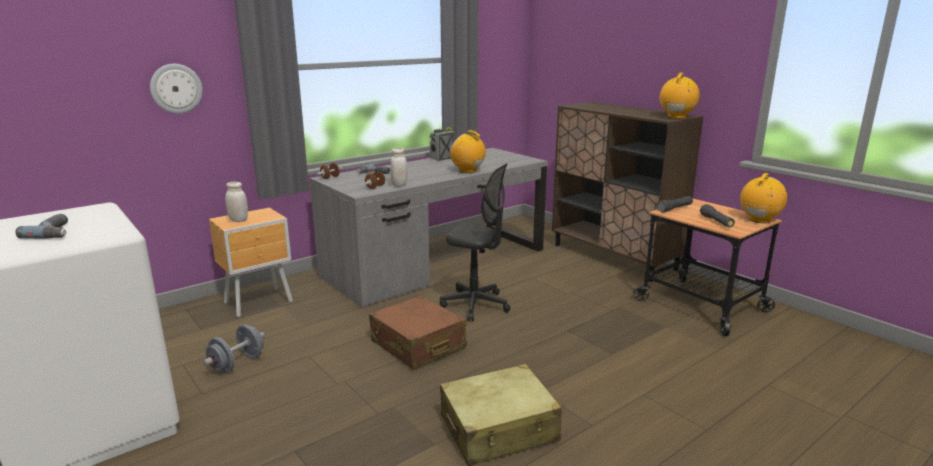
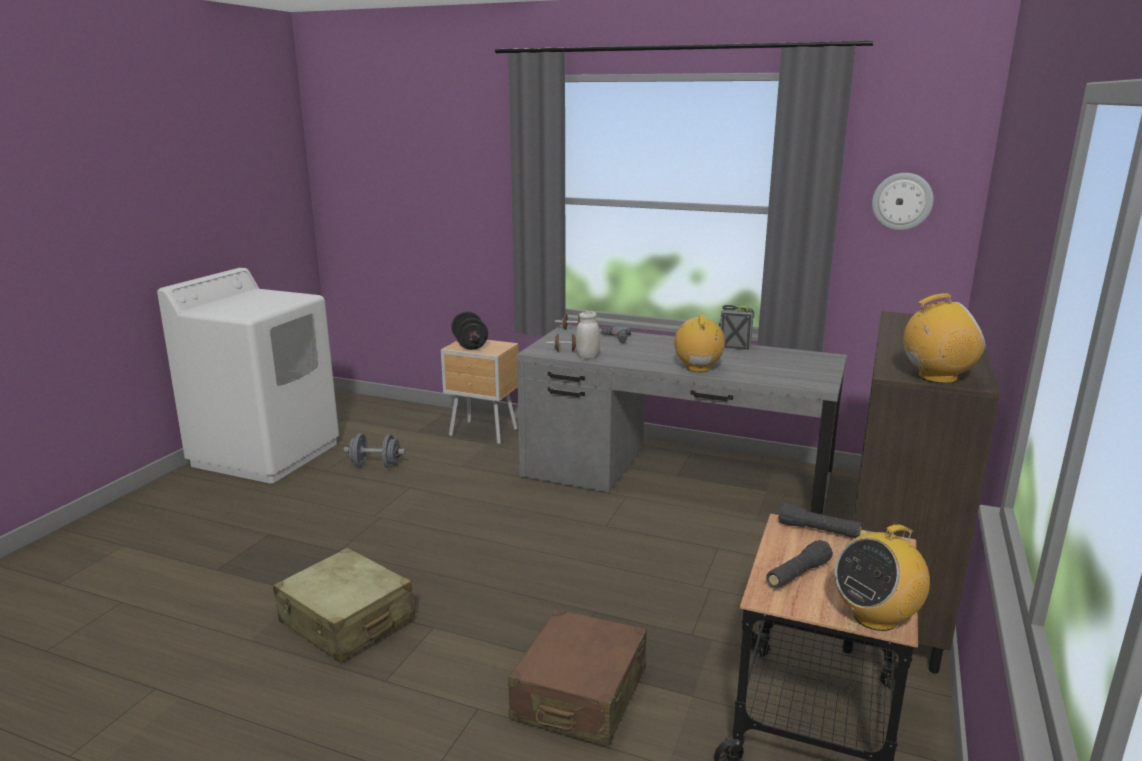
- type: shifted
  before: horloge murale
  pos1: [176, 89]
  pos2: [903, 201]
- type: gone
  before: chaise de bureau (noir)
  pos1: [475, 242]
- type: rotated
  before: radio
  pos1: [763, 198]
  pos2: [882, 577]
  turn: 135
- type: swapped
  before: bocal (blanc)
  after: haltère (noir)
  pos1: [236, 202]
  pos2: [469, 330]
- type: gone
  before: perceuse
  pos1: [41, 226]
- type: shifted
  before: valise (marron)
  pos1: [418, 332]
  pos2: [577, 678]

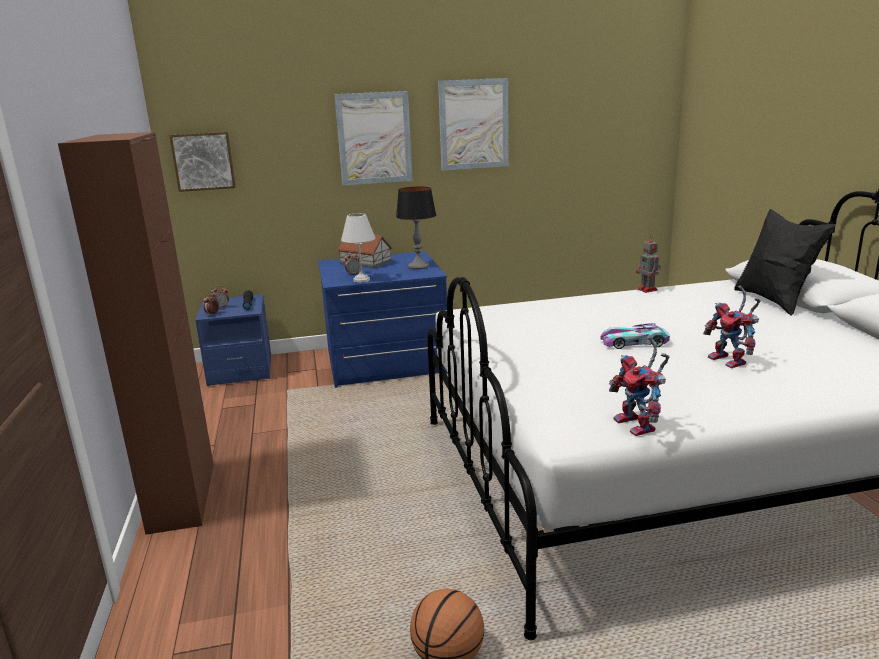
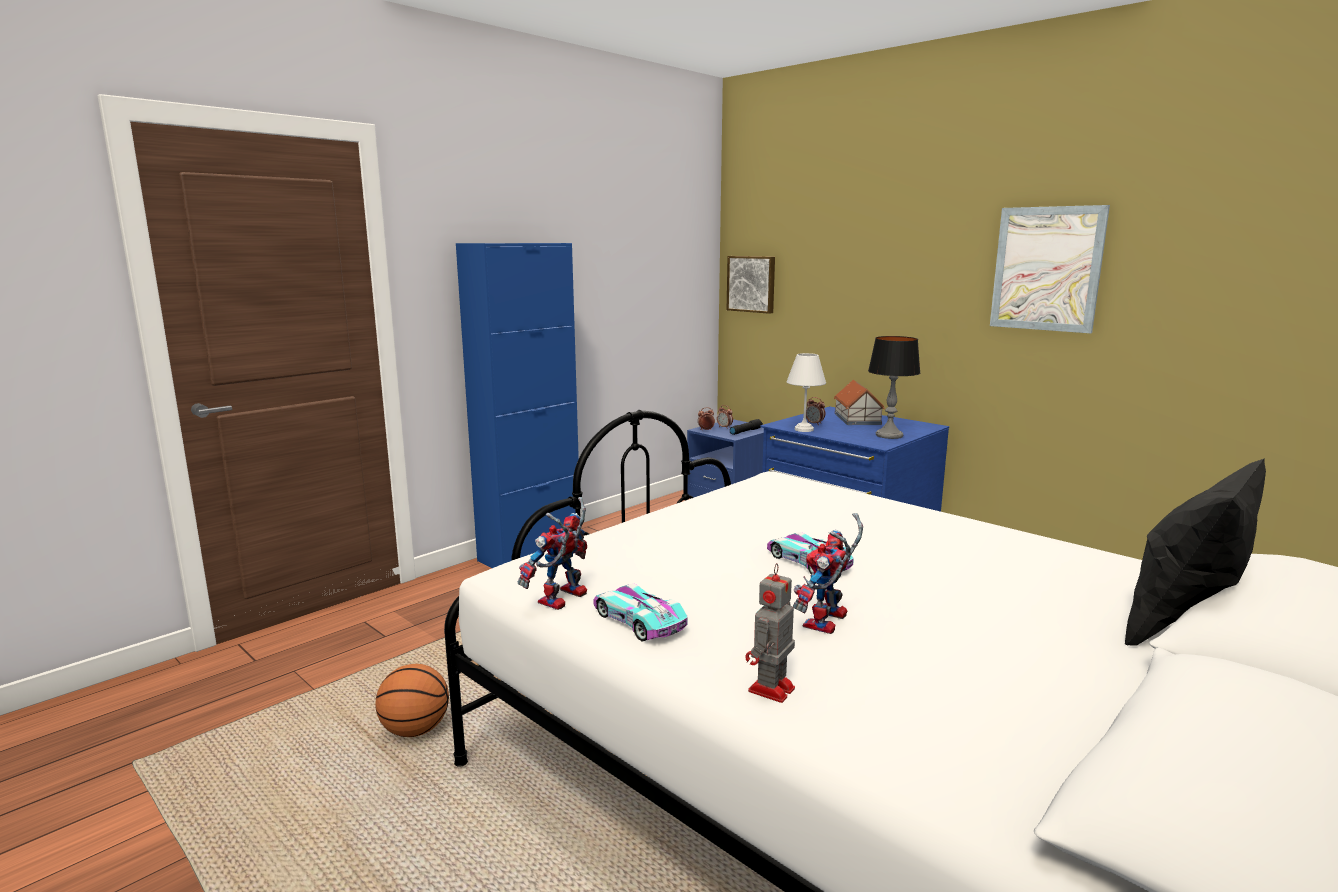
- type: gone
  before: tableau
  pos1: [373, 138]
- type: repainted
  before: meuble de rangement (marron)
  after: meuble de rangement (bleu)
  pos1: [136, 333]
  pos2: [517, 405]
- type: shifted
  before: robot jouet
  pos1: [648, 264]
  pos2: [770, 633]
- type: new
  after: petite voiture
  pos2: [640, 612]

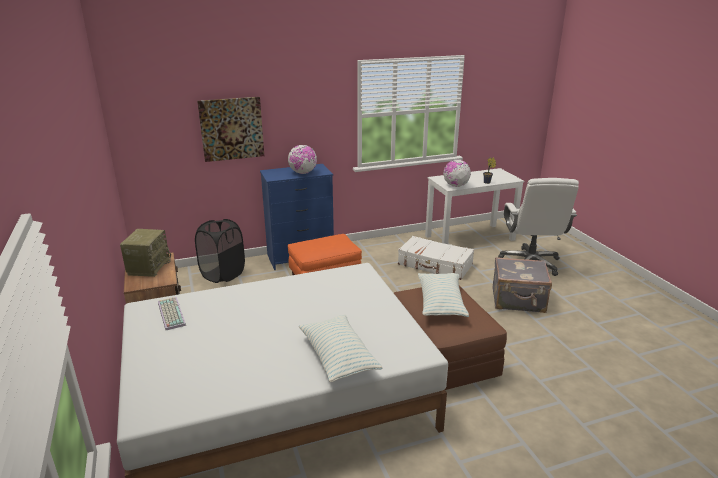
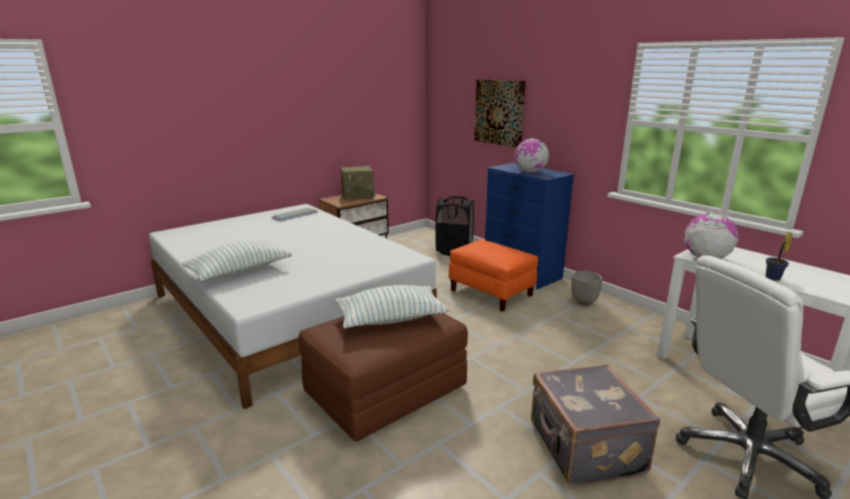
- type: gone
  before: valise (blanc)
  pos1: [436, 258]
- type: new
  after: cache-pot
  pos2: [586, 288]

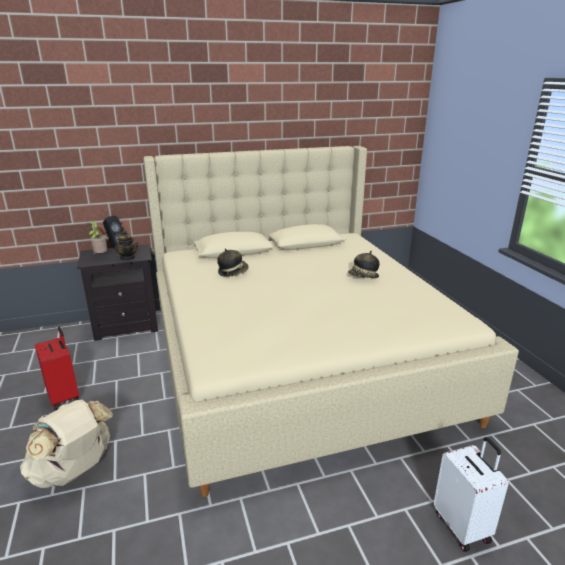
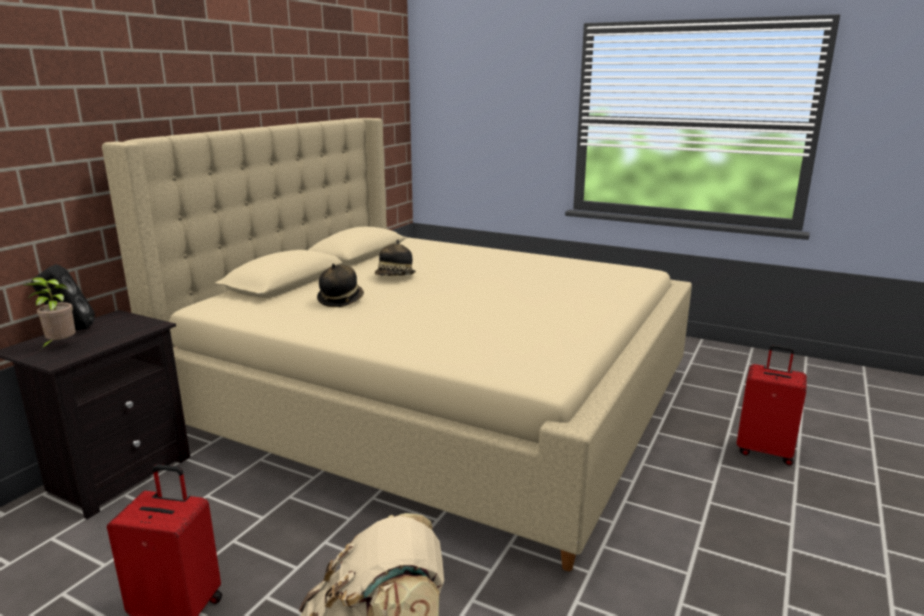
- type: gone
  before: théière
  pos1: [126, 245]
- type: shifted
  before: chapeau
  pos1: [363, 264]
  pos2: [395, 257]
- type: repainted
  before: valise (blanc)
  after: valise (rouge)
  pos1: [471, 494]
  pos2: [772, 405]

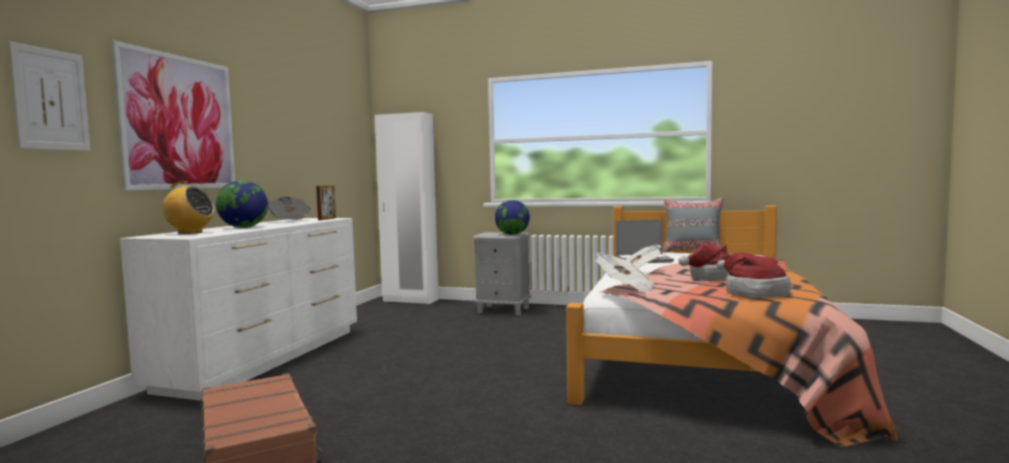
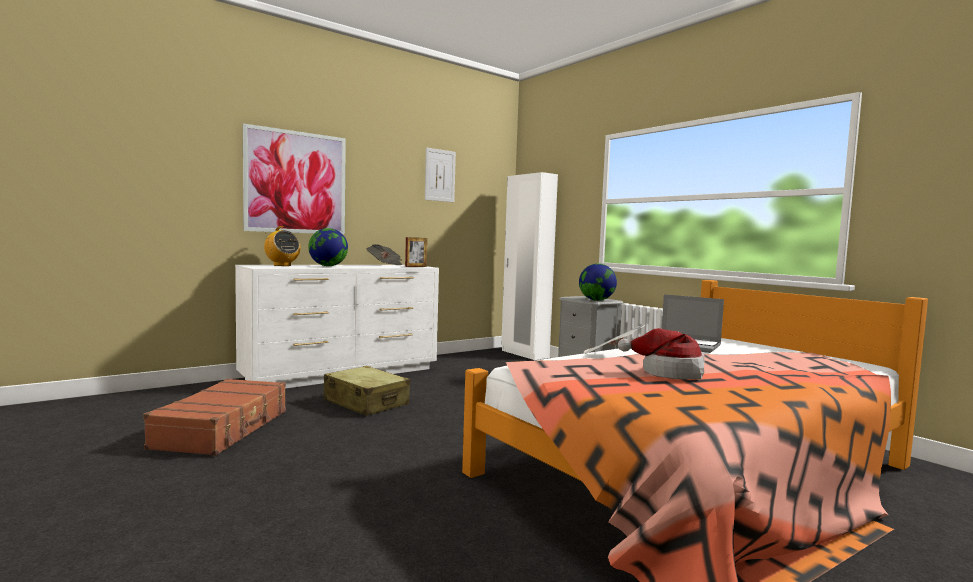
- type: shifted
  before: tableau
  pos1: [49, 96]
  pos2: [440, 174]
- type: gone
  before: coussin (gris)
  pos1: [693, 225]
- type: gone
  before: chapeau
  pos1: [753, 275]
- type: gone
  before: journal
  pos1: [625, 273]
- type: new
  after: valise (beige)
  pos2: [366, 391]

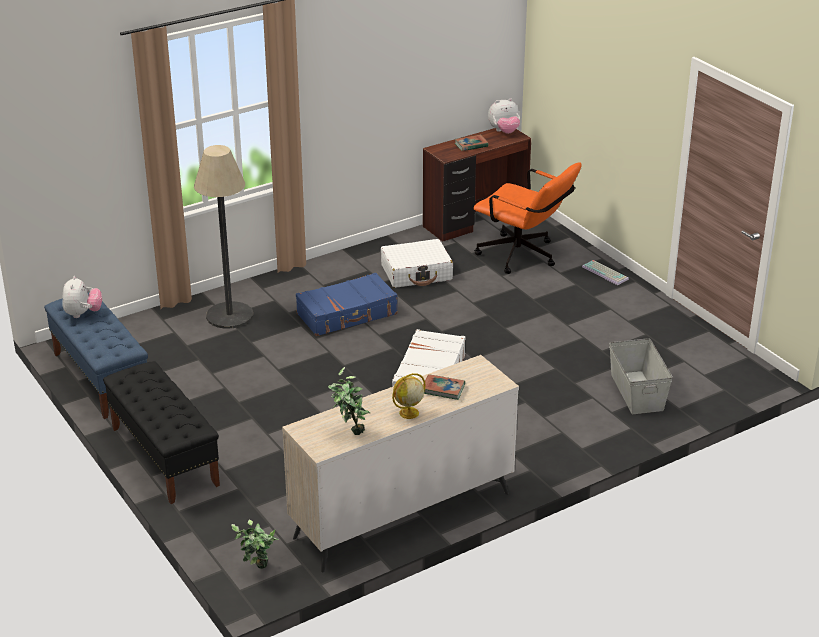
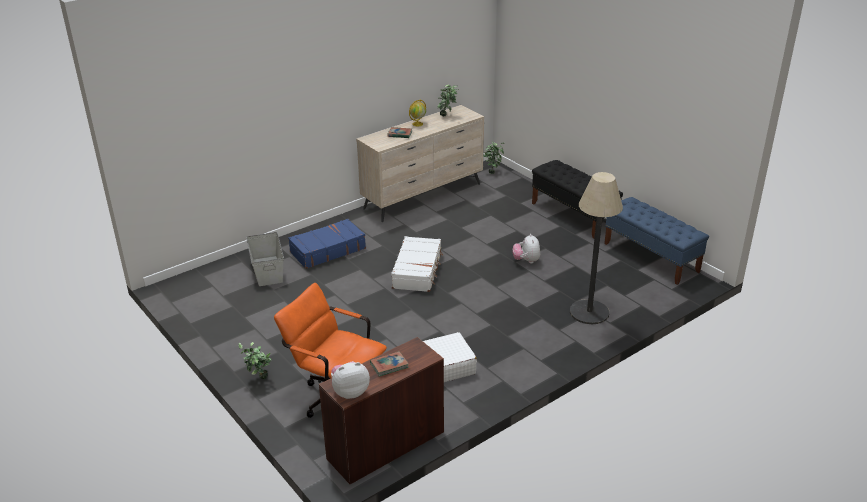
- type: swapped
  before: clavier
  after: plante en pot
  pos1: [605, 272]
  pos2: [255, 360]
- type: shifted
  before: valise (bleu)
  pos1: [347, 304]
  pos2: [327, 244]
- type: shifted
  before: peluche
  pos1: [82, 297]
  pos2: [526, 249]

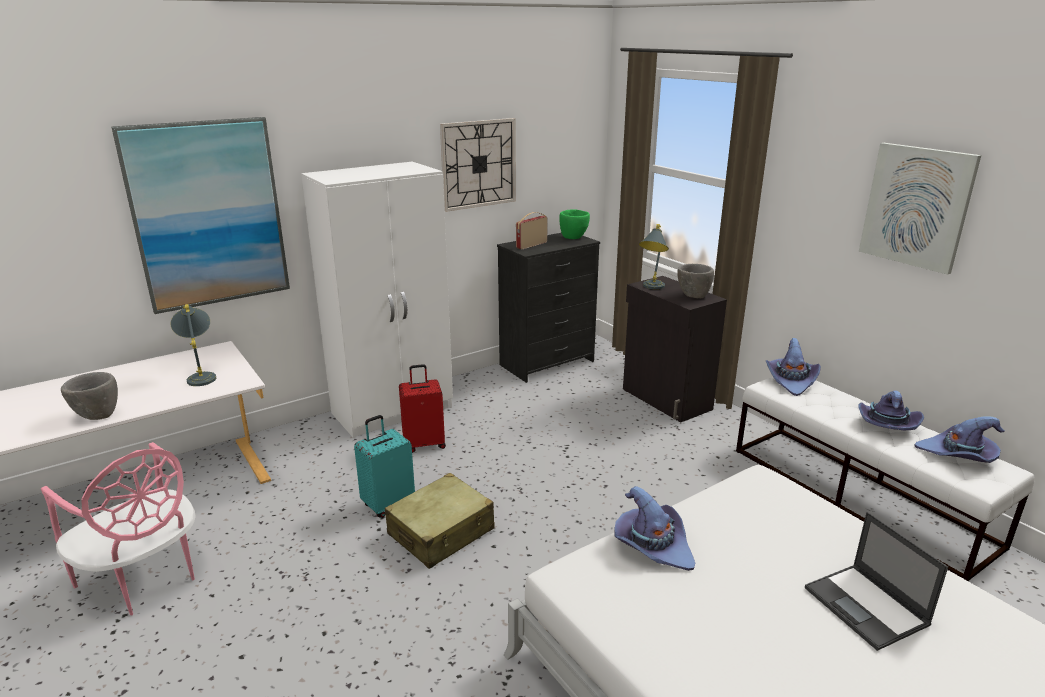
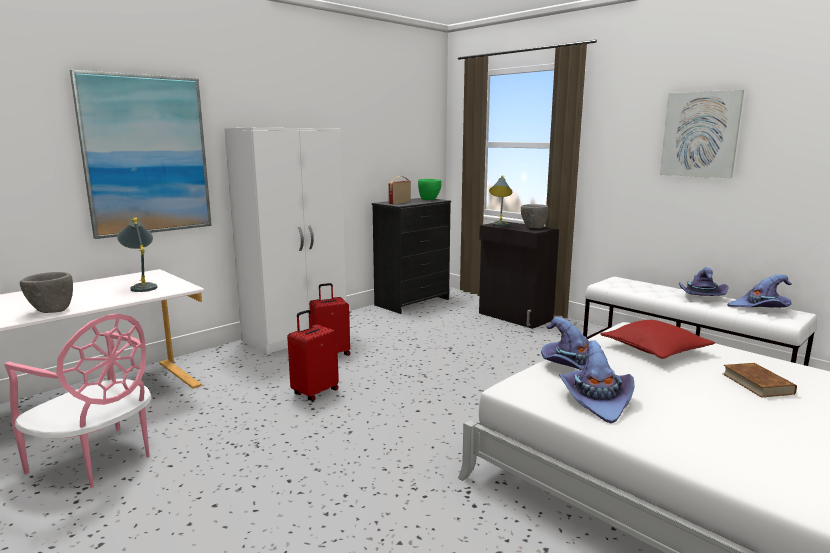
- type: gone
  before: horloge murale
  pos1: [478, 165]
- type: shifted
  before: chapeau (violet)
  pos1: [793, 367]
  pos2: [597, 382]
- type: repainted
  before: valise (turquoise)
  after: valise (rouge)
  pos1: [384, 466]
  pos2: [313, 355]
- type: gone
  before: valise (beige)
  pos1: [440, 521]
- type: swapped
  before: ordinateur portable
  after: livre (marron)
  pos1: [876, 581]
  pos2: [760, 380]
- type: new
  after: coussin (rouge)
  pos2: [657, 339]

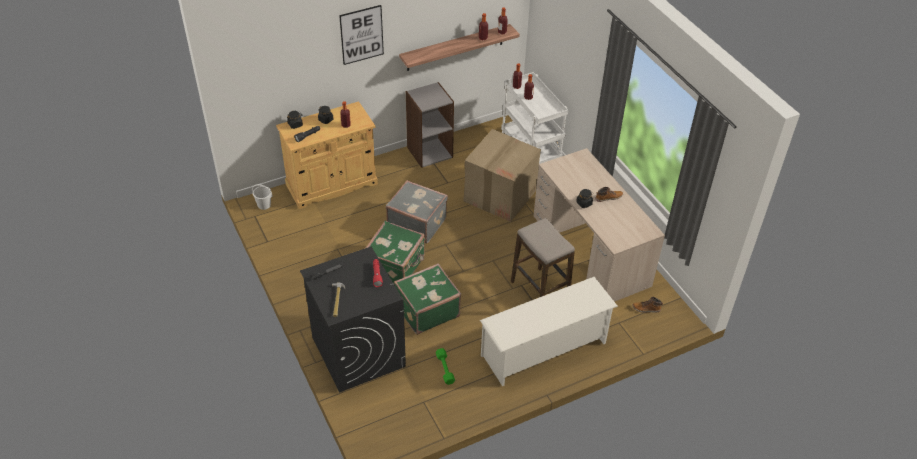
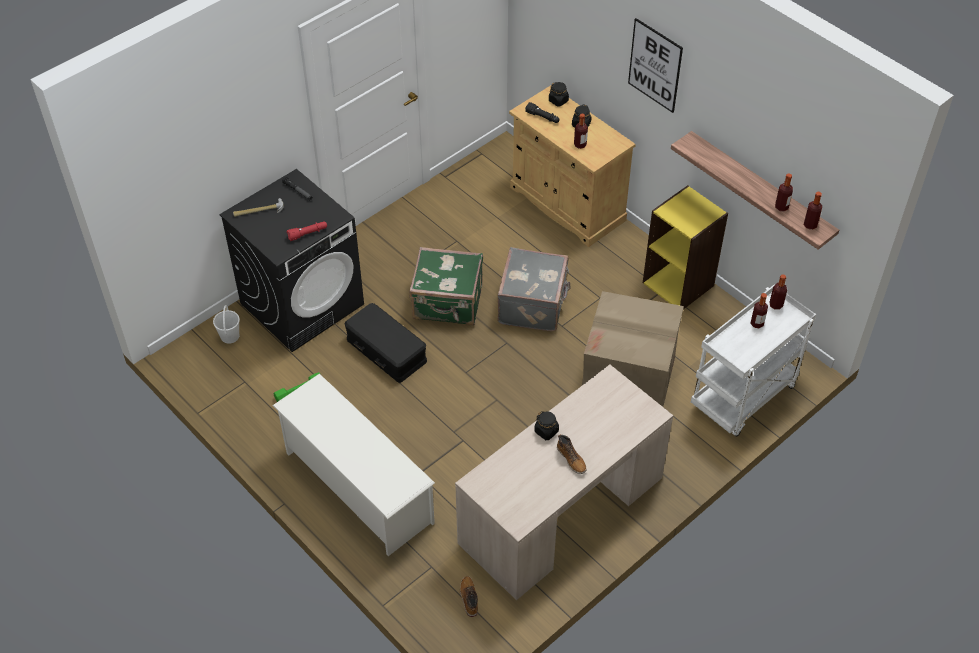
- type: repainted
  before: bibliothèque (gris)
  after: bibliothèque (jaune)
  pos1: [430, 125]
  pos2: [685, 247]
- type: shifted
  before: seau (blanc)
  pos1: [262, 197]
  pos2: [226, 324]
- type: gone
  before: tabouret
  pos1: [543, 257]
- type: swapped
  before: valise (vert)
  after: boîte de rangement (noir)
  pos1: [427, 299]
  pos2: [385, 343]

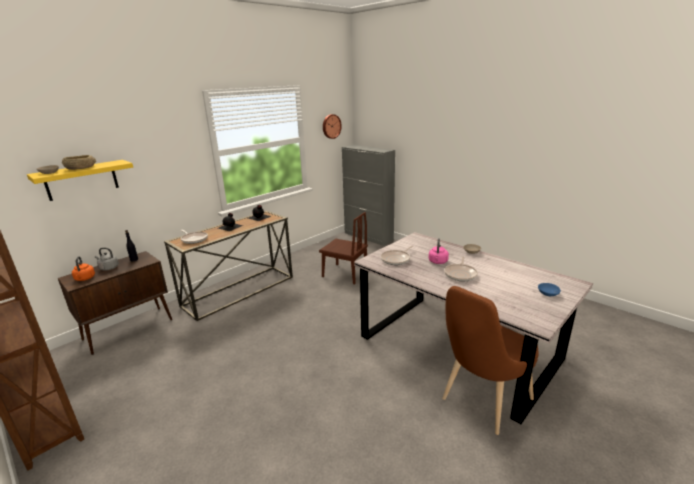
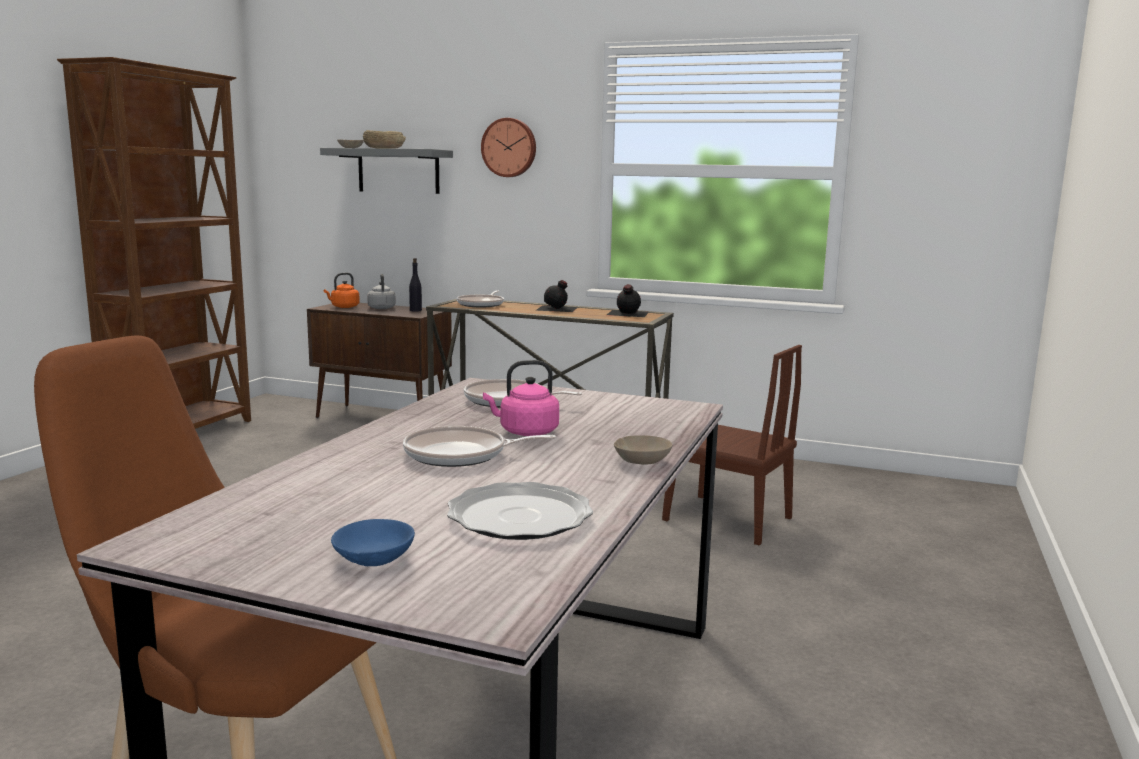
- type: shifted
  before: horloge murale
  pos1: [332, 126]
  pos2: [508, 147]
- type: gone
  before: meuble de rangement (gris)
  pos1: [368, 195]
- type: repainted
  before: étagère (jaune)
  after: étagère (gris)
  pos1: [80, 180]
  pos2: [386, 171]
- type: rotated
  before: chaise (marron)
  pos1: [343, 248]
  pos2: [732, 445]
  turn: -60
- type: new
  after: assiette
  pos2: [520, 511]

